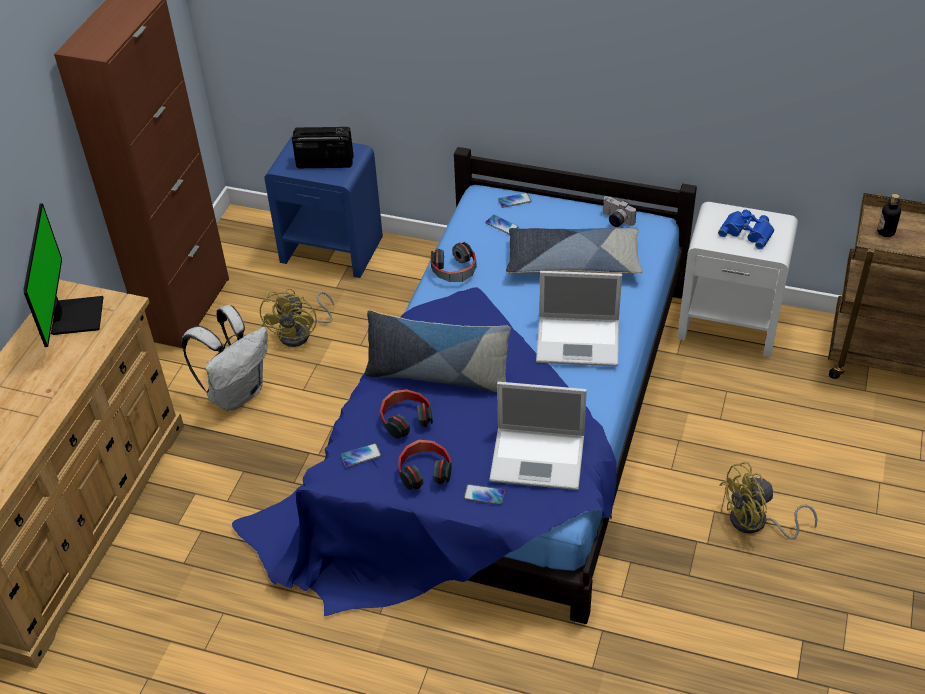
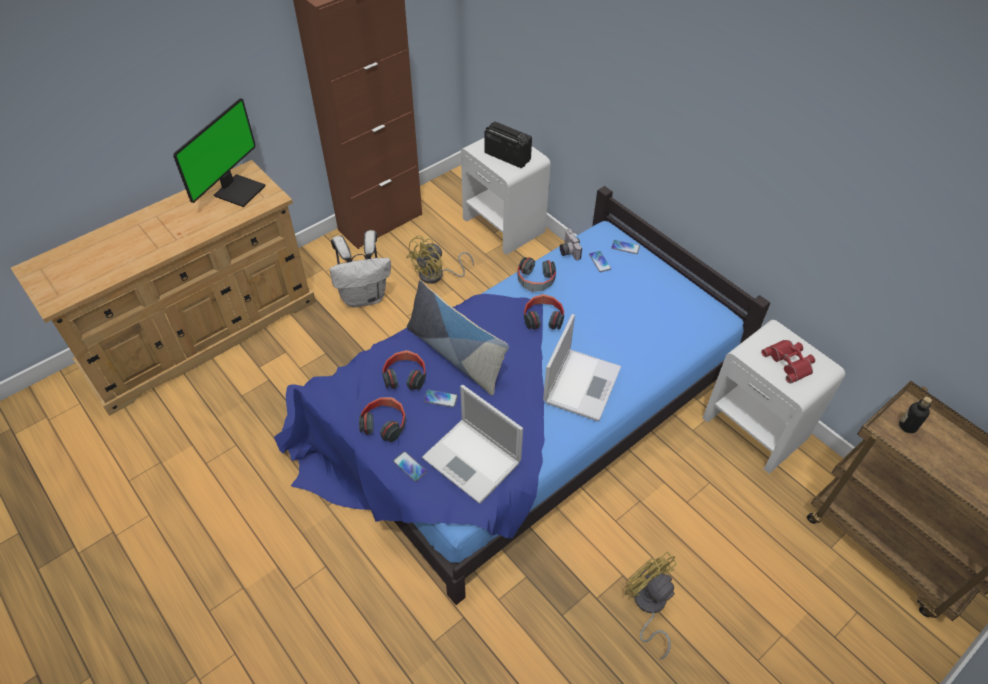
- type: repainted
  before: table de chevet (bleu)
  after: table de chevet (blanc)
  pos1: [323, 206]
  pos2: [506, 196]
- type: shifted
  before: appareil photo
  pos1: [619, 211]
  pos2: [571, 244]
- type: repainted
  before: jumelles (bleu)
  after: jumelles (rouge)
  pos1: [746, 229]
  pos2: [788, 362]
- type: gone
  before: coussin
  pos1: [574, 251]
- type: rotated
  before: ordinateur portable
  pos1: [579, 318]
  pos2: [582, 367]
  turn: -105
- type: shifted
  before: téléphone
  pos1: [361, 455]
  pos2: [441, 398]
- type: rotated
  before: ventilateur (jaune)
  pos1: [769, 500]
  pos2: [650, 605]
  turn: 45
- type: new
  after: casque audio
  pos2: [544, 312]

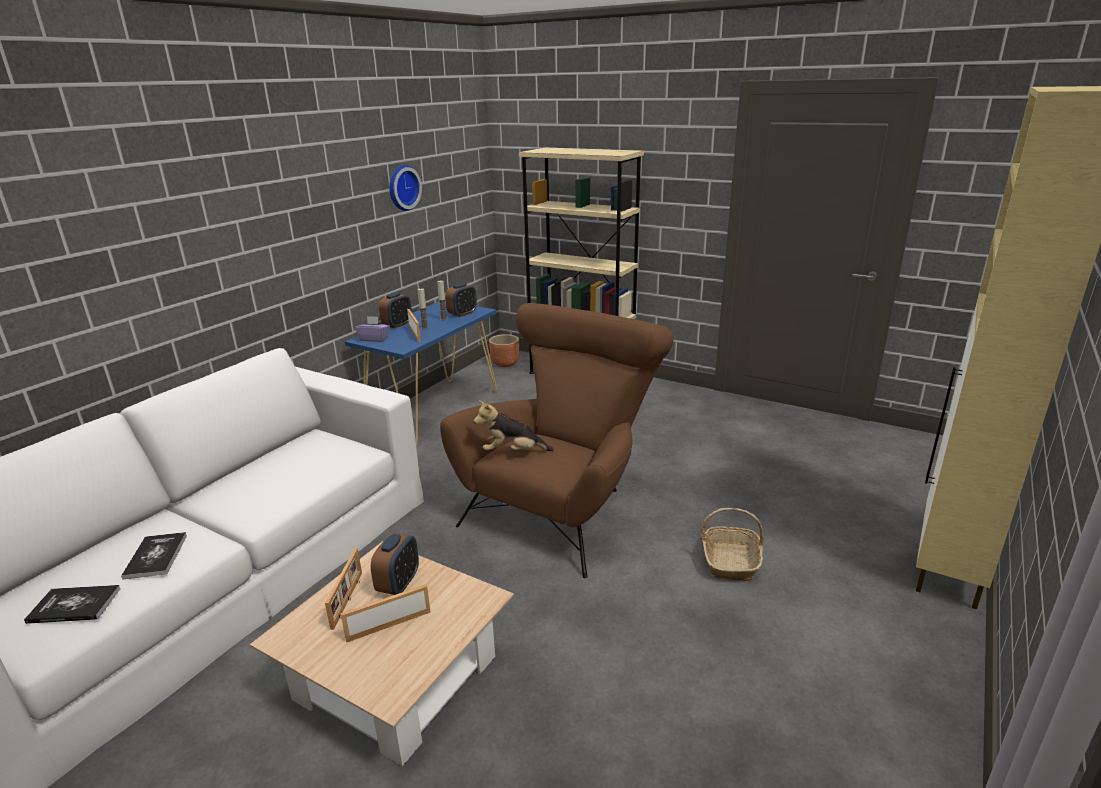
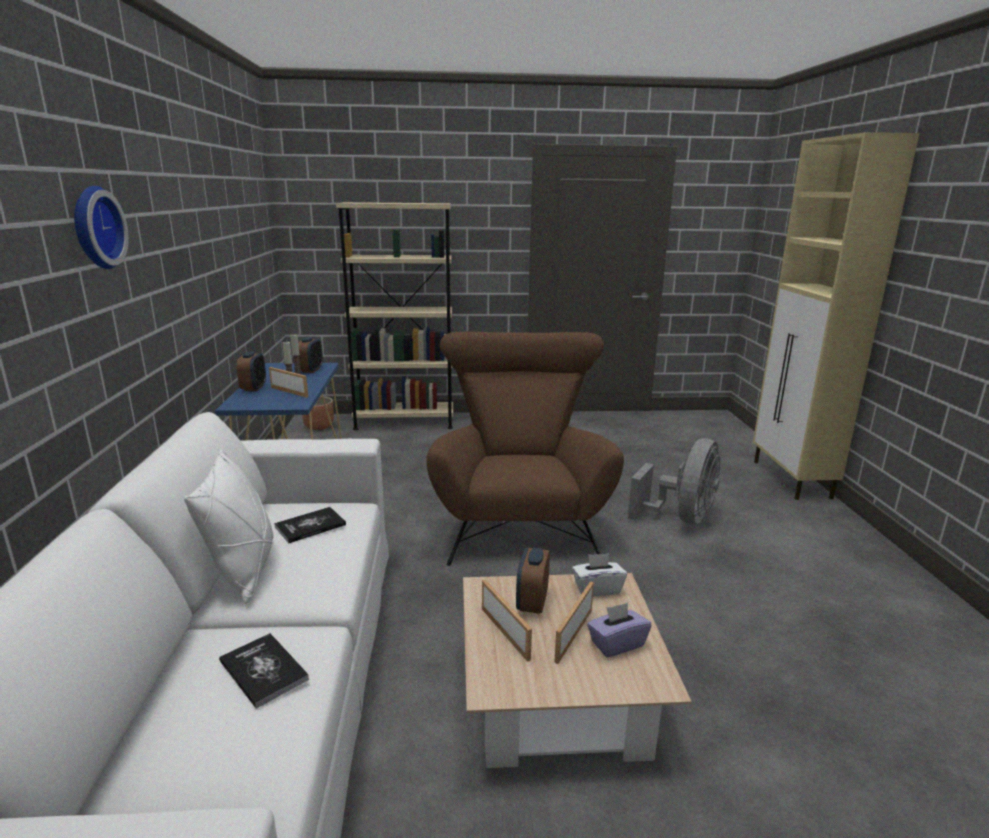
- type: shifted
  before: horloge murale
  pos1: [405, 188]
  pos2: [101, 227]
- type: shifted
  before: boîte à mouchoirs (violet)
  pos1: [372, 329]
  pos2: [619, 630]
- type: gone
  before: peluche
  pos1: [514, 425]
- type: swapped
  before: panier
  after: ventilateur (gris)
  pos1: [732, 545]
  pos2: [674, 481]
- type: rotated
  before: réveil
  pos1: [395, 564]
  pos2: [533, 580]
  turn: -150
- type: shifted
  before: livre
  pos1: [72, 604]
  pos2: [310, 525]
- type: new
  after: coussin (blanc)
  pos2: [229, 526]
- type: new
  after: boîte à mouchoirs (blanc)
  pos2: [599, 575]

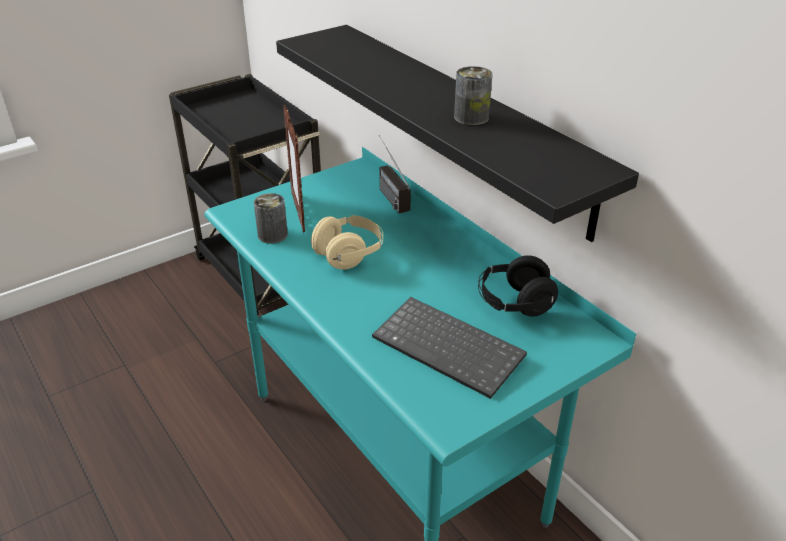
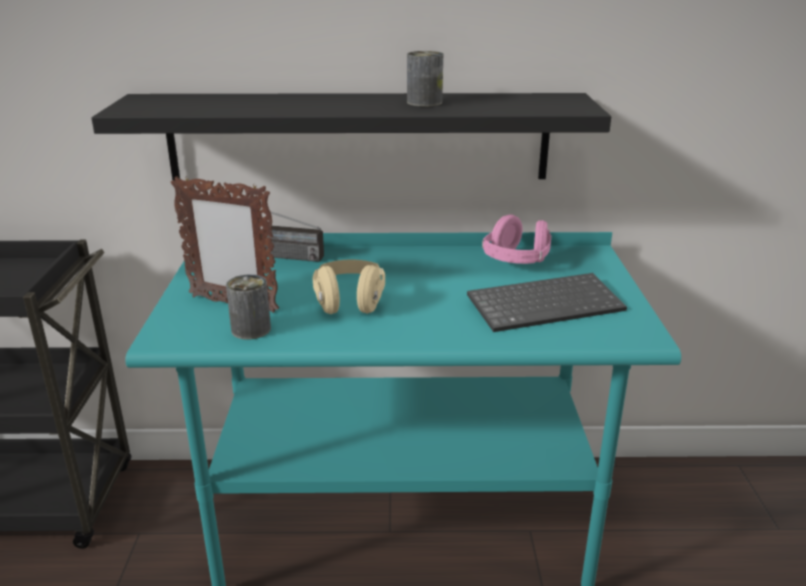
- type: repainted
  before: casque audio (noir)
  after: casque audio (rose)
  pos1: [518, 286]
  pos2: [516, 239]

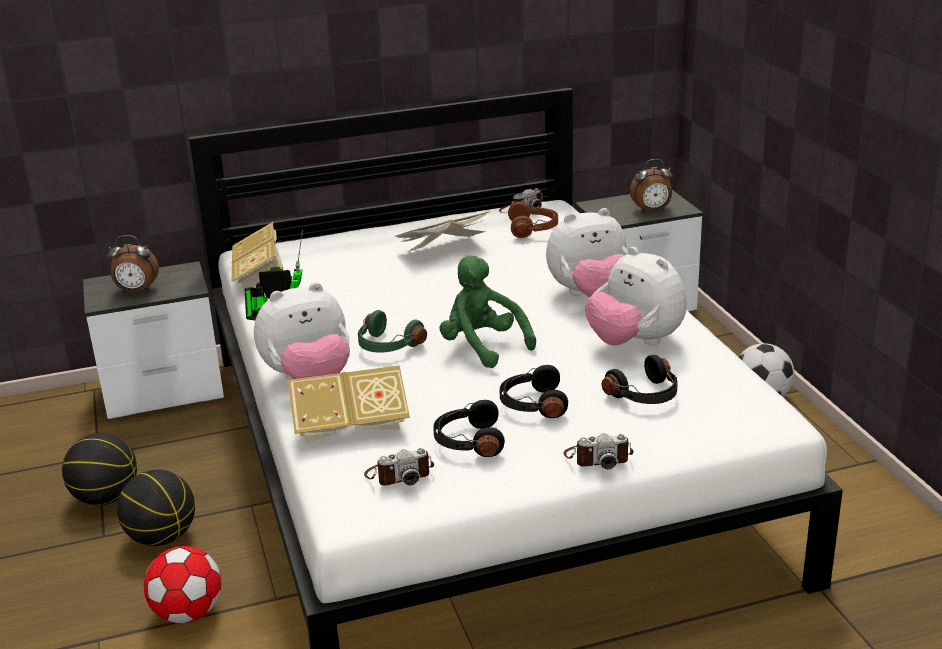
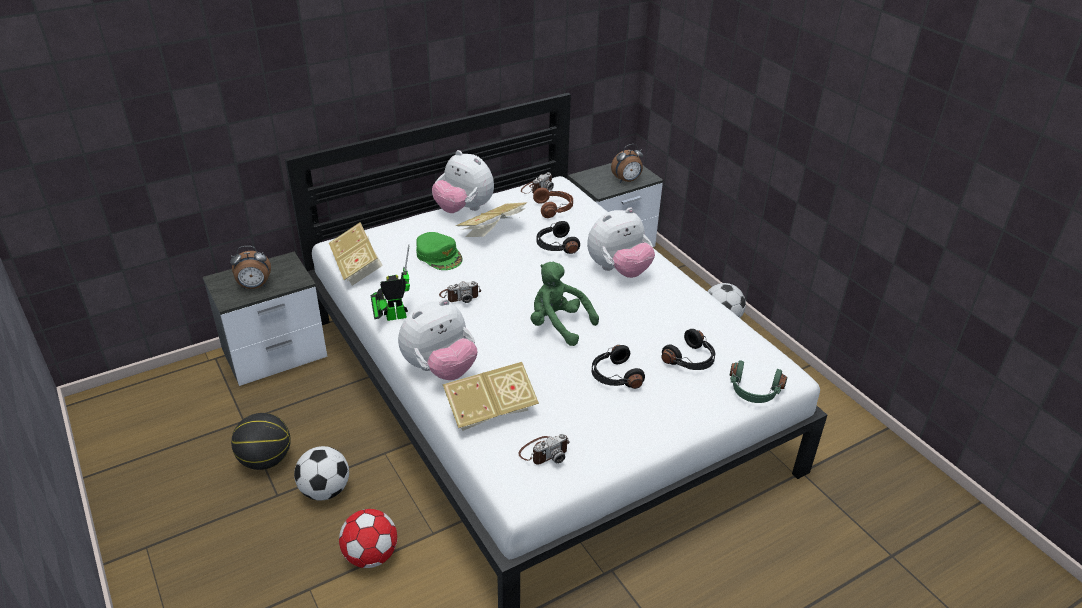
- type: shifted
  before: peluche
  pos1: [636, 296]
  pos2: [463, 181]
- type: shifted
  before: casque audio (vert)
  pos1: [392, 331]
  pos2: [758, 381]
- type: shifted
  before: casque audio (noir)
  pos1: [469, 428]
  pos2: [558, 237]
- type: shifted
  before: appareil photo
  pos1: [598, 451]
  pos2: [460, 292]
- type: swapped
  before: ballon de basket
  after: ballon de foot
  pos1: [156, 507]
  pos2: [321, 473]
- type: new
  after: casquette (vert)
  pos2: [439, 251]

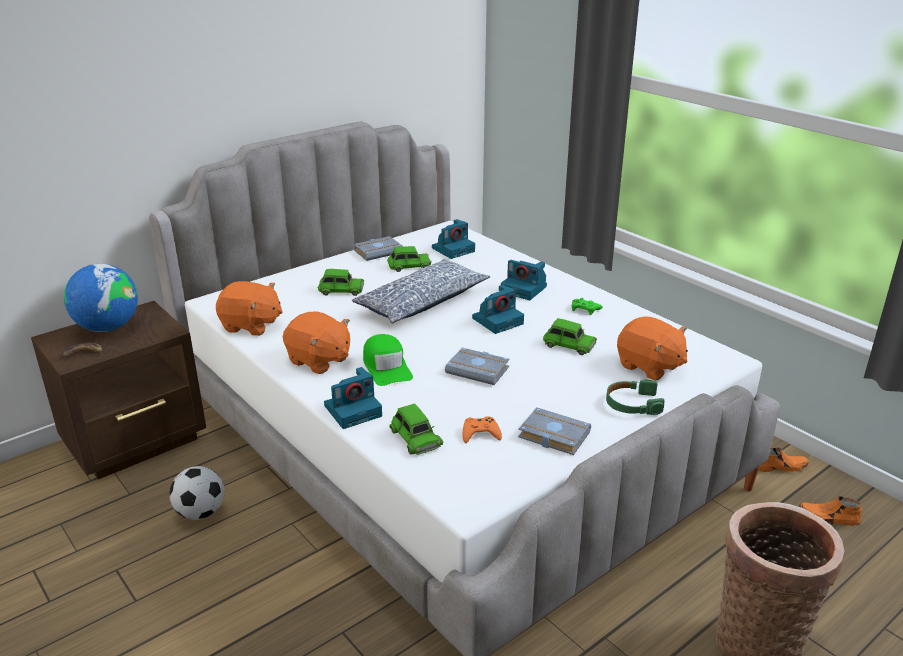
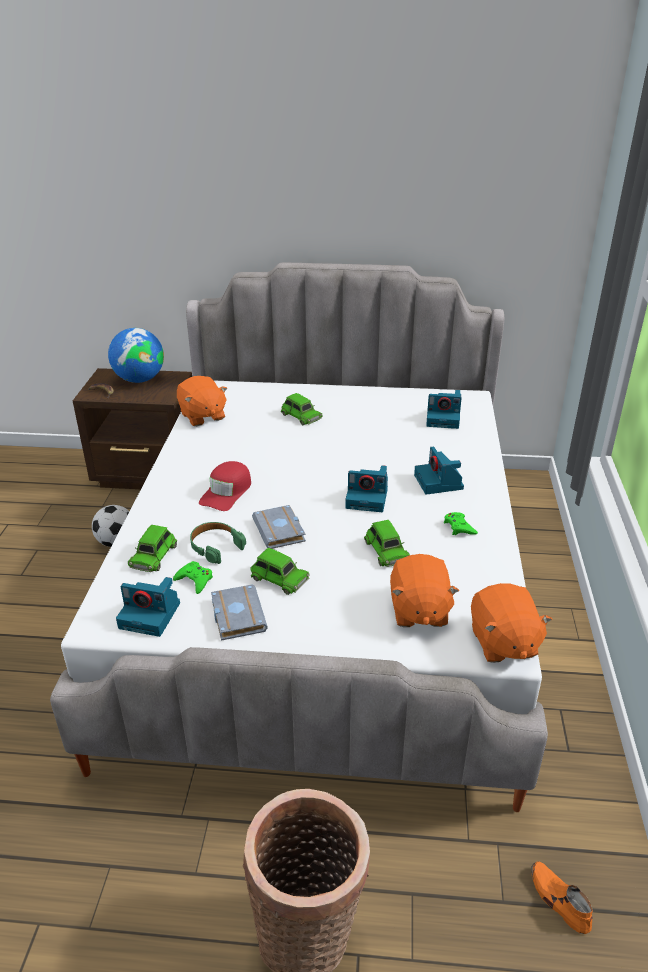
- type: gone
  before: livre (gris)
  pos1: [378, 248]
- type: shifted
  before: petite voiture (vert)
  pos1: [409, 259]
  pos2: [280, 571]
- type: gone
  before: coussin
  pos1: [421, 291]
- type: shifted
  before: peluche (orange)
  pos1: [316, 342]
  pos2: [511, 623]
- type: repainted
  before: casquette (vert)
  after: casquette (rouge)
  pos1: [388, 360]
  pos2: [225, 486]
- type: shifted
  before: appareil photo
  pos1: [353, 398]
  pos2: [148, 607]
- type: shifted
  before: casque audio (vert)
  pos1: [635, 397]
  pos2: [218, 543]
- type: repainted
  before: manette (orange)
  after: manette (vert)
  pos1: [482, 429]
  pos2: [193, 577]
- type: gone
  before: chaussure (orange)
  pos1: [783, 459]

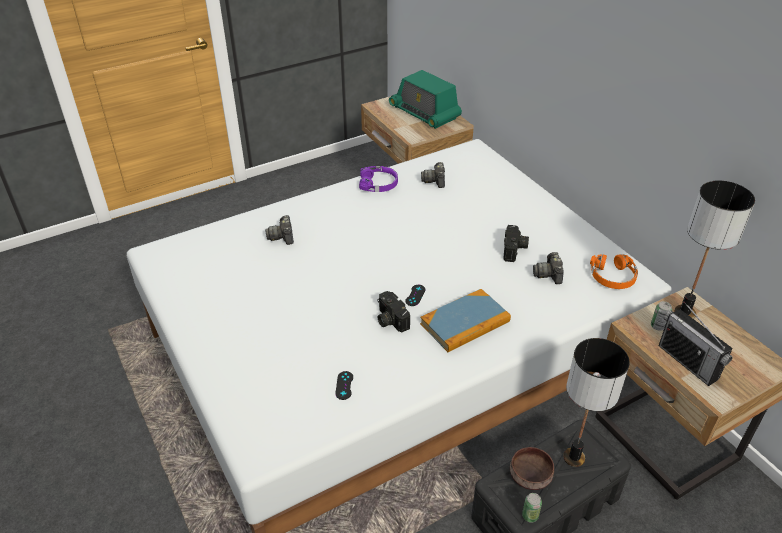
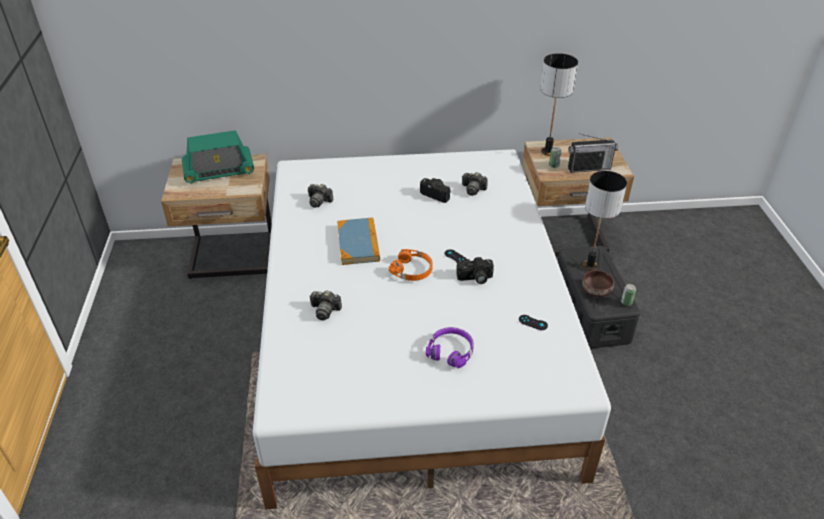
- type: shifted
  before: casque audio (violet)
  pos1: [378, 179]
  pos2: [450, 347]
- type: shifted
  before: casque audio (orange)
  pos1: [614, 271]
  pos2: [411, 265]
- type: shifted
  before: livre
  pos1: [465, 320]
  pos2: [358, 241]

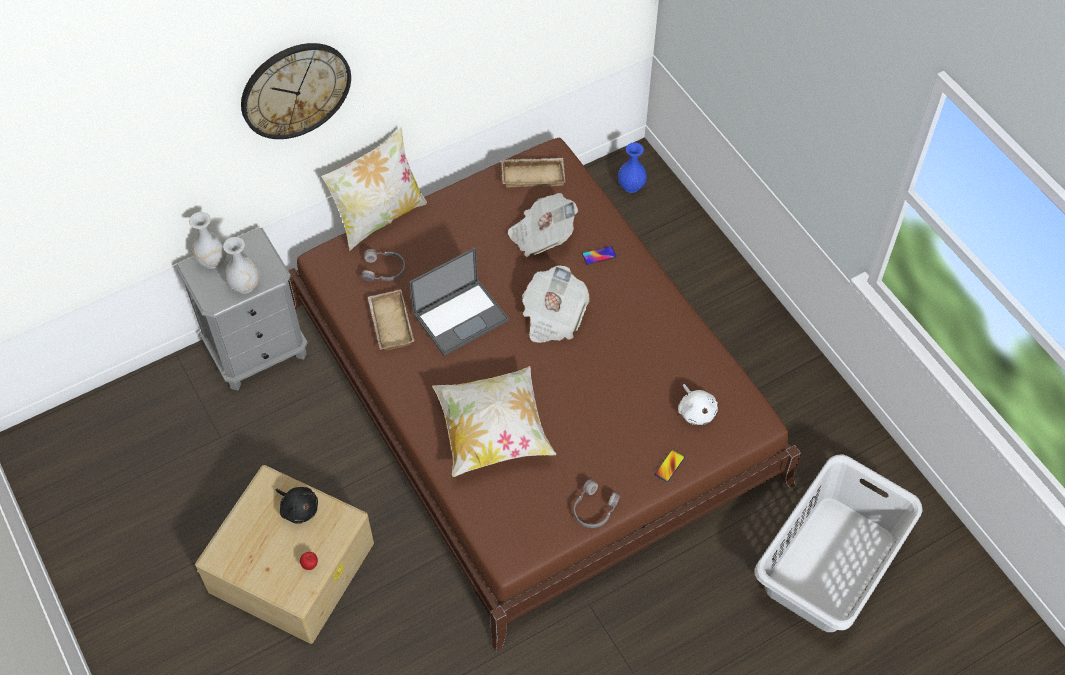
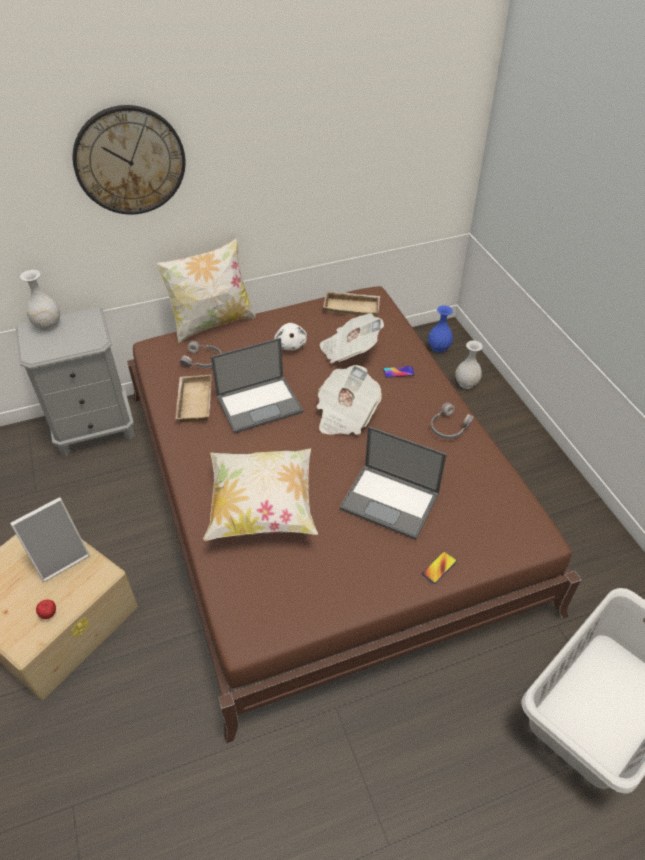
- type: shifted
  before: vase (blanc)
  pos1: [241, 265]
  pos2: [469, 364]
- type: shifted
  before: peluche (blanc)
  pos1: [698, 404]
  pos2: [290, 336]
- type: shifted
  before: casque audio (gris)
  pos1: [597, 503]
  pos2: [452, 420]
- type: swapped
  before: peluche (noir)
  after: cadre photo
  pos1: [296, 505]
  pos2: [50, 539]
- type: new
  after: ordinateur portable
  pos2: [393, 483]

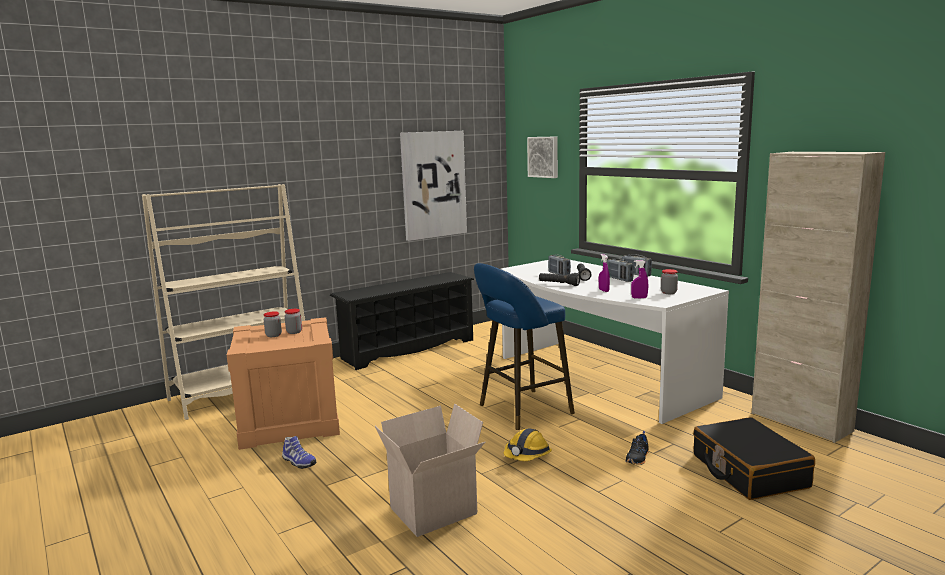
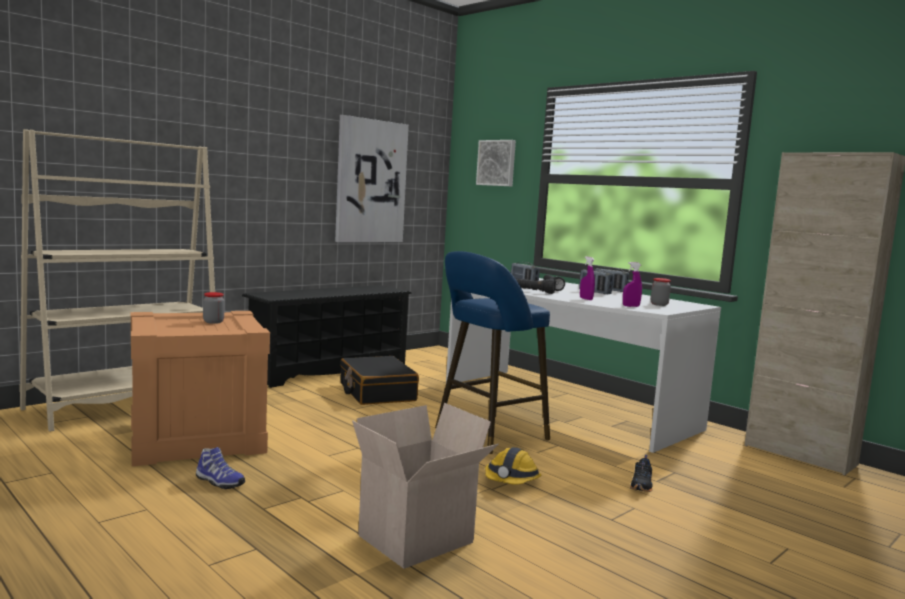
- type: gone
  before: bocal
  pos1: [273, 324]
- type: shifted
  before: valise (noir)
  pos1: [754, 458]
  pos2: [379, 380]

